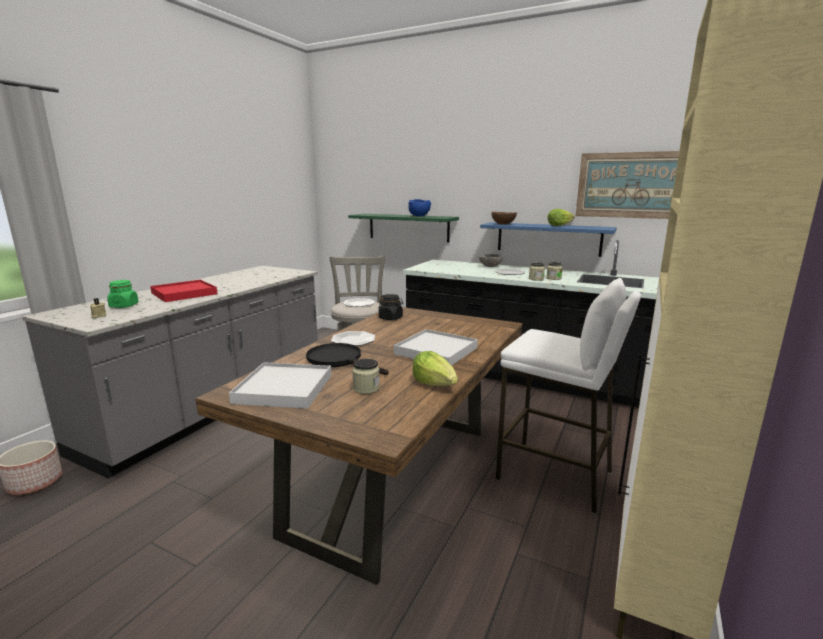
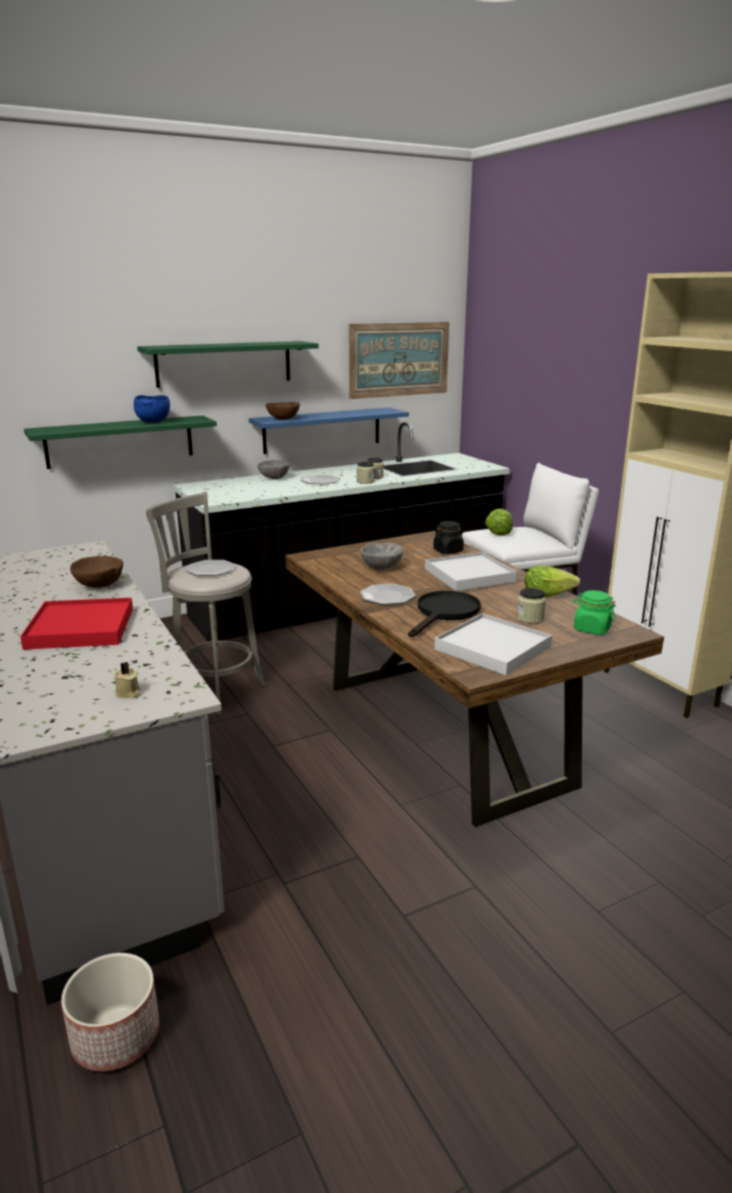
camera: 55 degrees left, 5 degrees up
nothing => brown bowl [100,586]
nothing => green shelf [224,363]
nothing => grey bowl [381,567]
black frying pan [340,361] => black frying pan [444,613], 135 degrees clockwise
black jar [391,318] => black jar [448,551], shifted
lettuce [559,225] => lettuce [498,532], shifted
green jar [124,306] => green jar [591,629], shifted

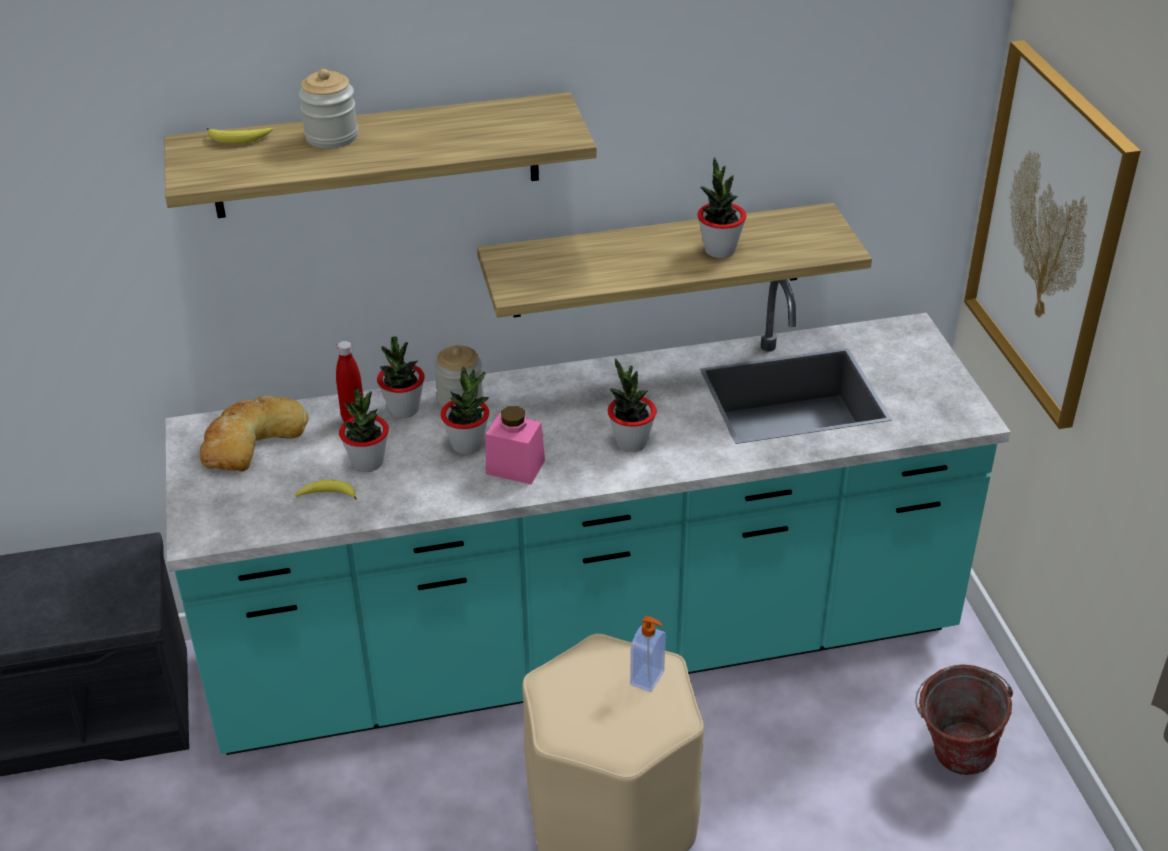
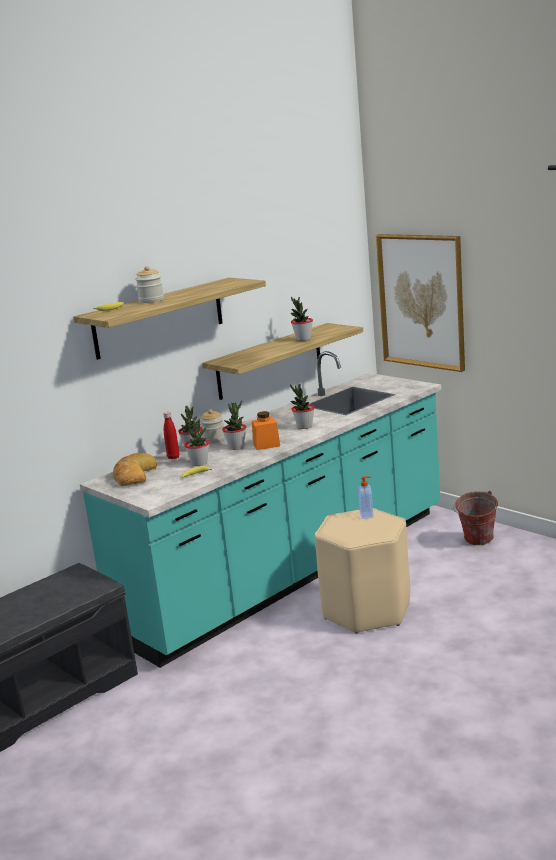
camera: 30 degrees left, 20 degrees down
pink jar [515,467] => orange jar [266,445]

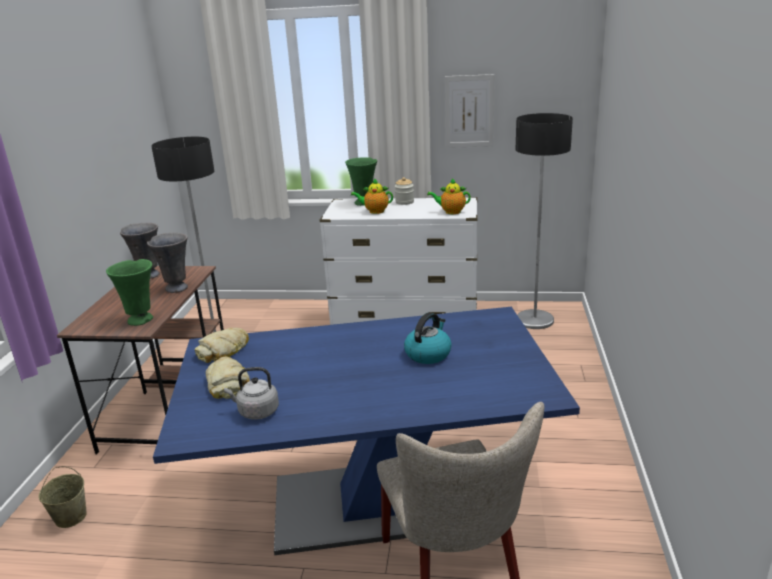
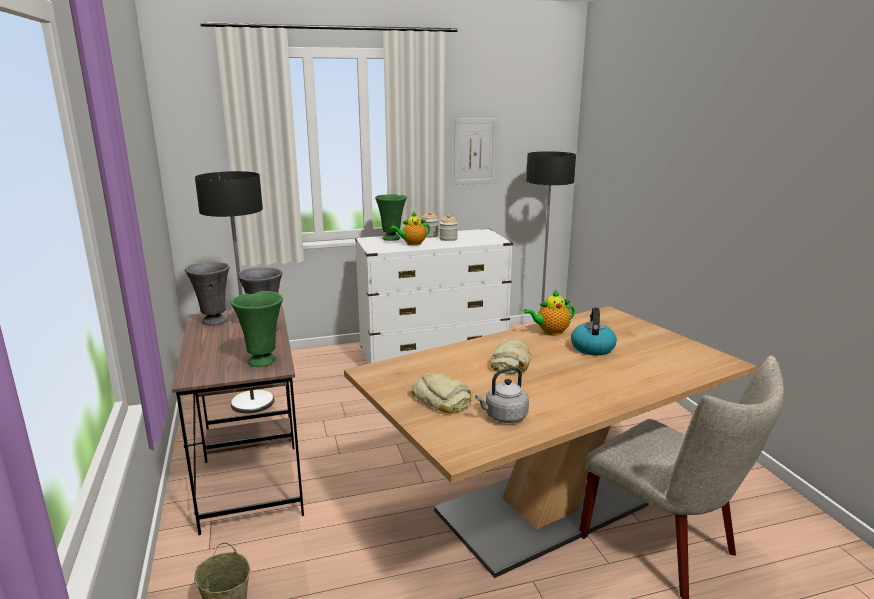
camera: 25 degrees left, 5 degrees down
blue dining table [372,503] => brown dining table [542,508]
nothing => jar [448,239]
bread [224,351] => bread [511,362], shifted
teapot [451,212] => teapot [550,332], shifted

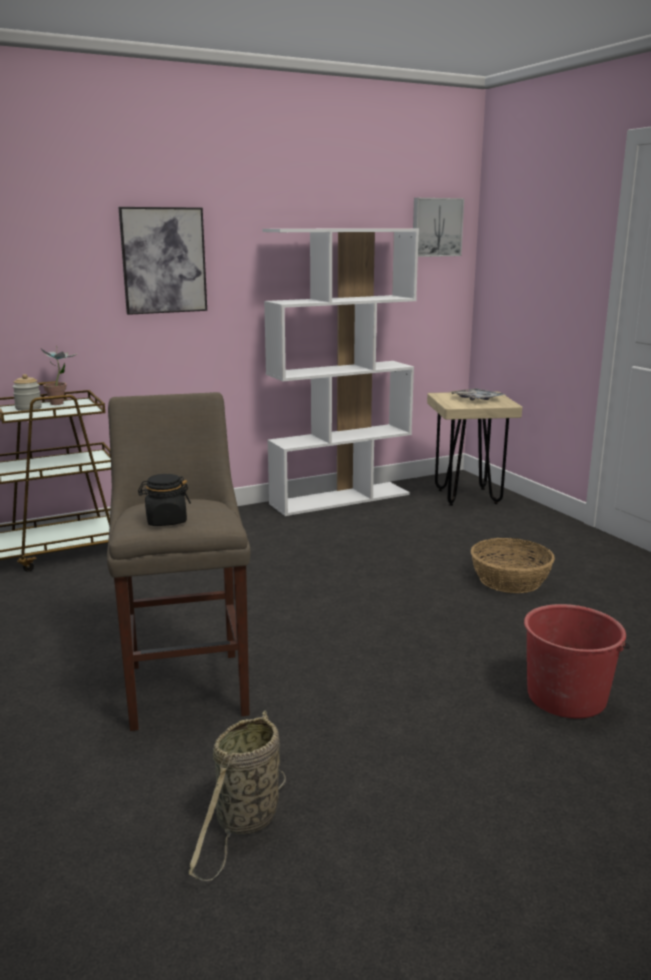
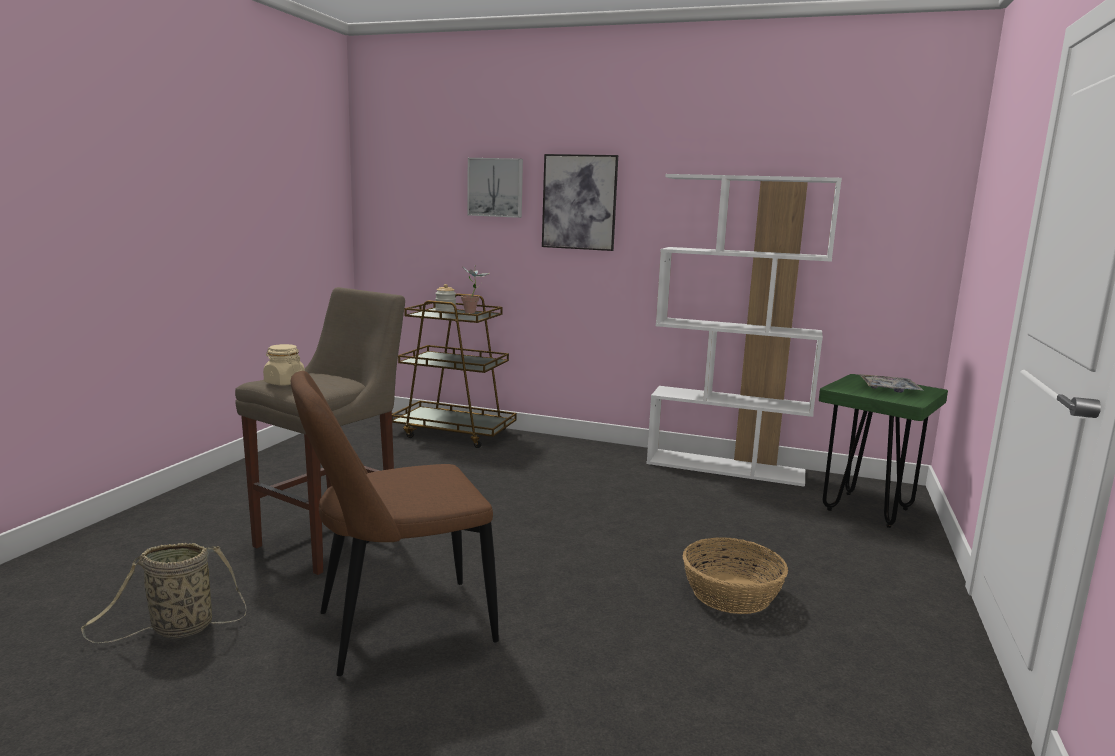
camera: 45 degrees right, 5 degrees down
black jar [166,521] => beige jar [284,383]
nothing => brown chair [396,628]
picture [436,227] => picture [496,187], shifted
beige stool [467,497] => green stool [867,509]
red bucket [566,696] => nothing

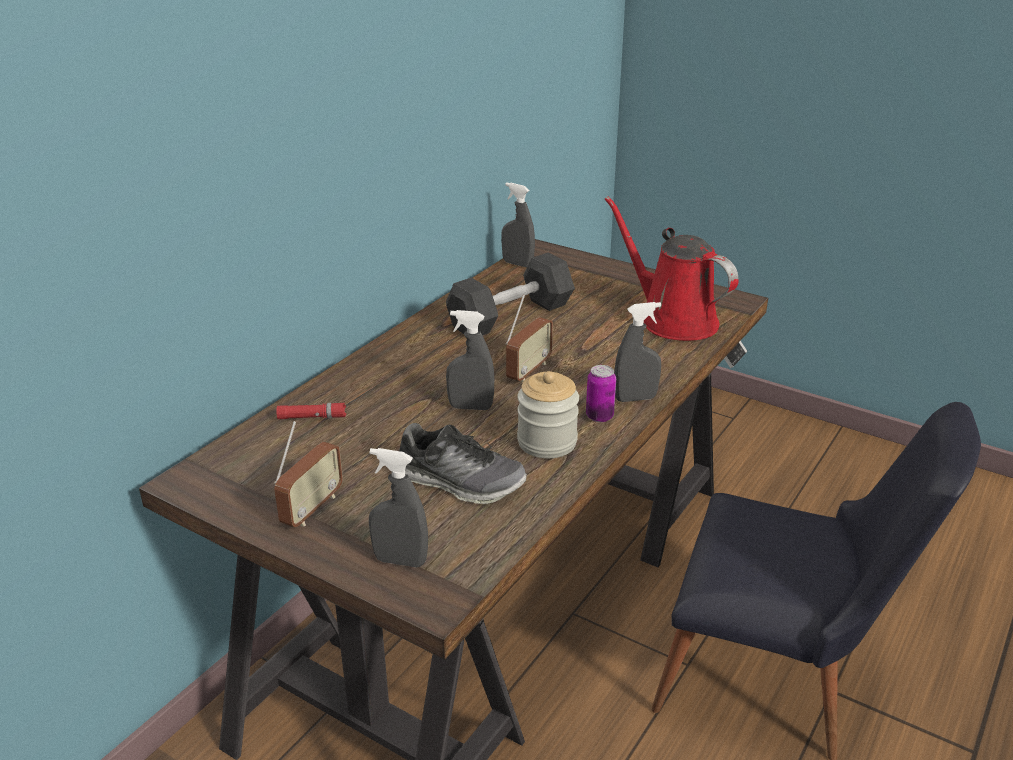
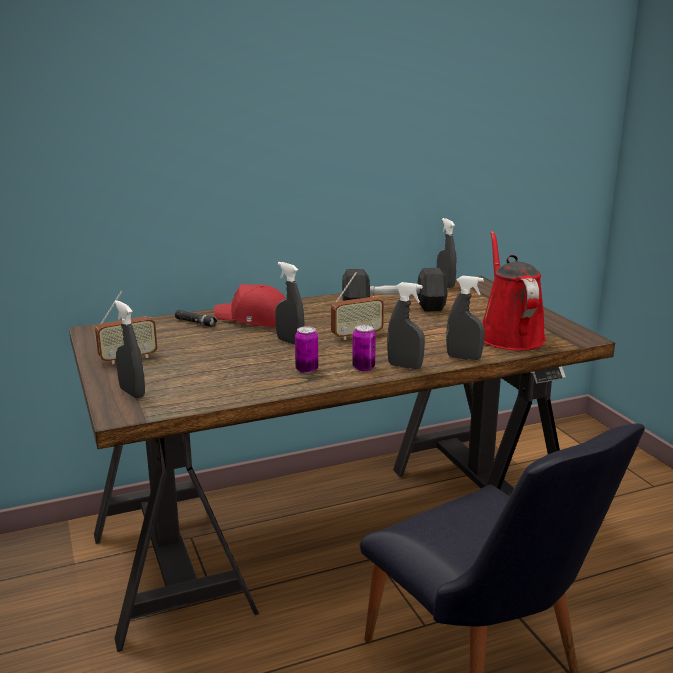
camera: 35 degrees right, 10 degrees down
red flashlight [312,417] => black flashlight [196,322]
nothing => red cap [254,319]
jar [547,442] => can [306,370]
nothing => grey spray bottle [463,358]
shoe [459,482] => nothing

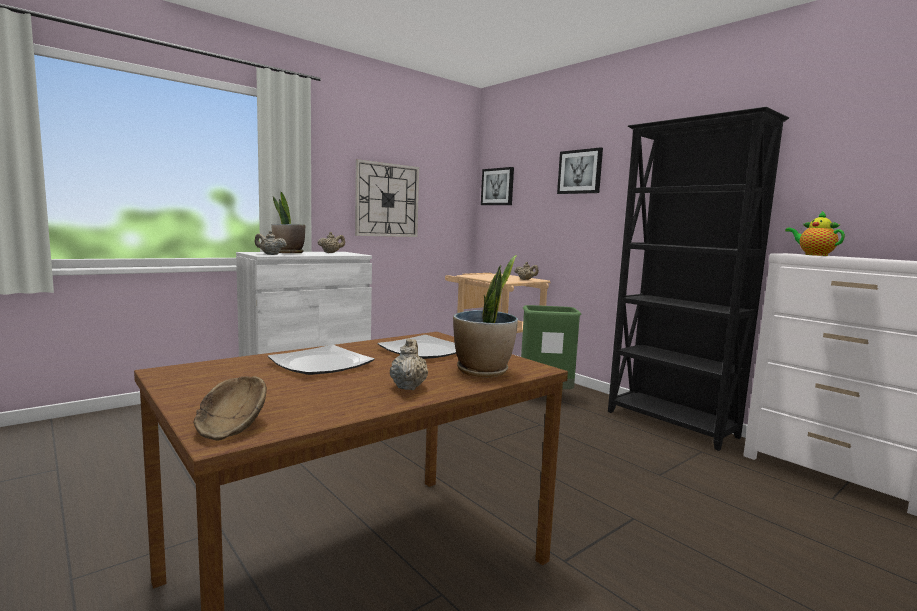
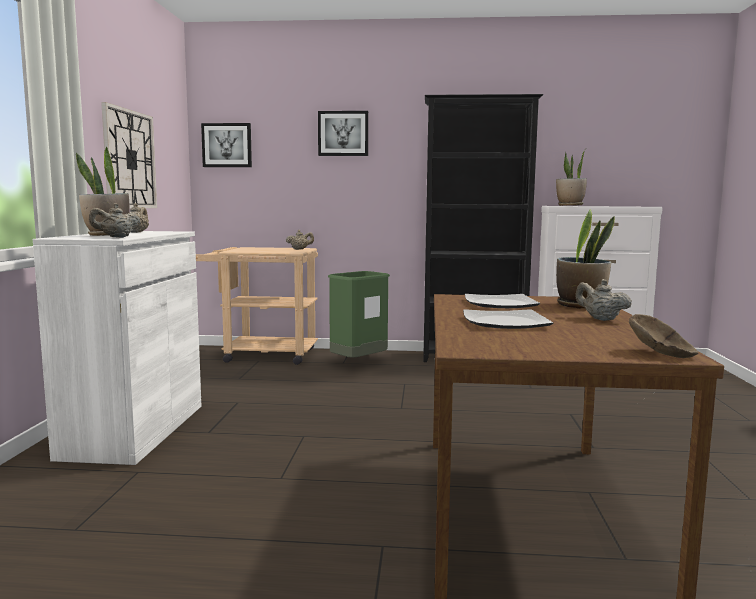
camera: 45 degrees left, 0 degrees up
teapot [813,255] => potted plant [570,205]

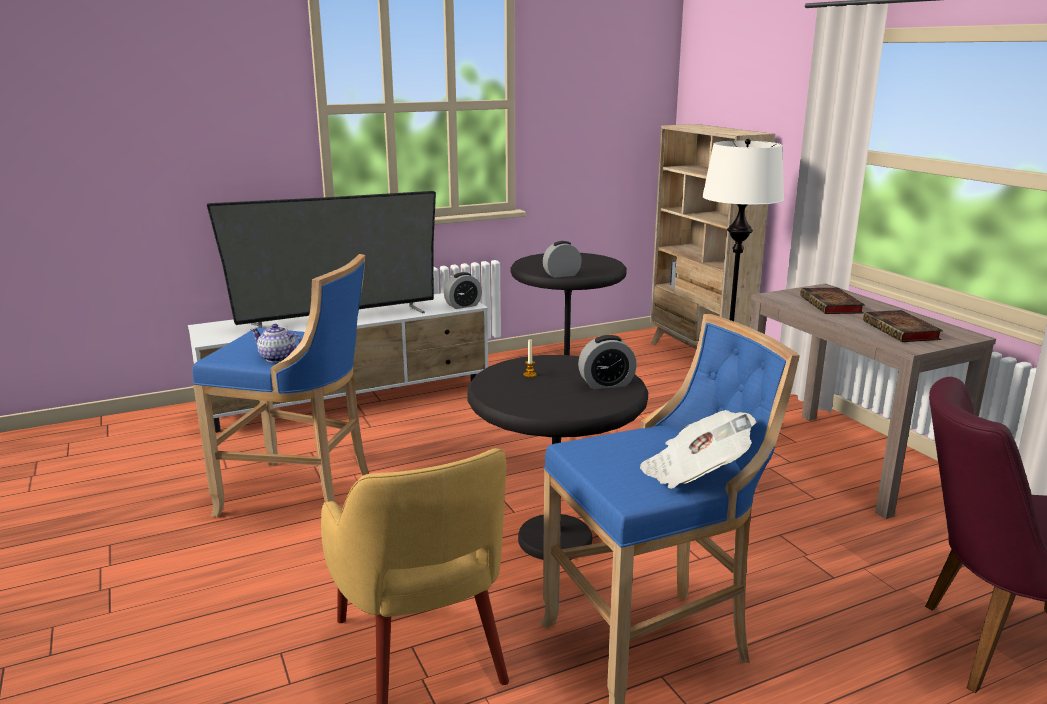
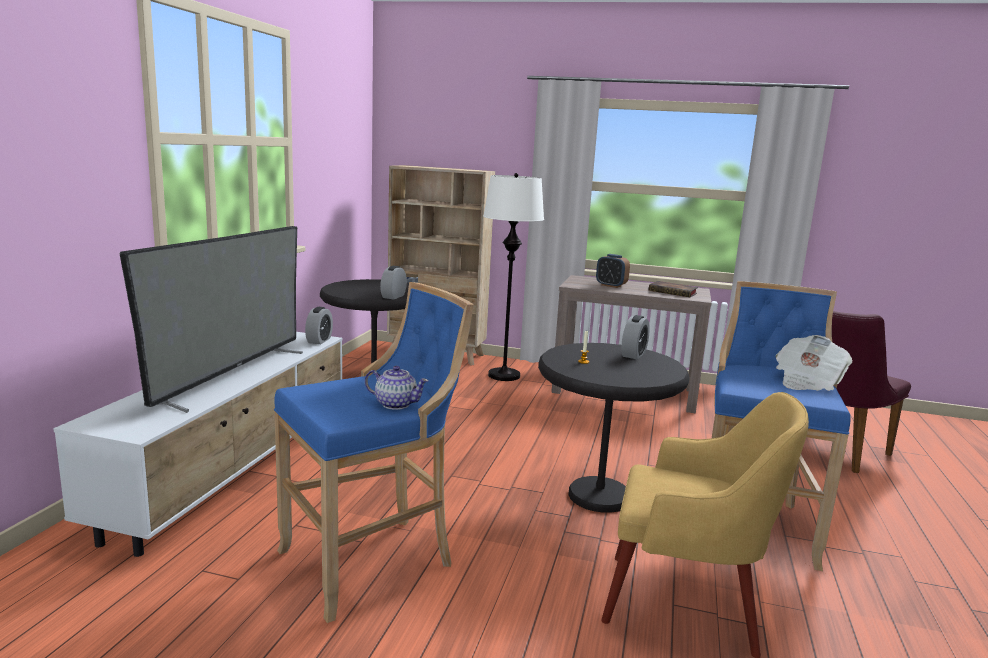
camera: 50 degrees left, 5 degrees down
teapot [278,358] => teapot [395,404], 135 degrees counterclockwise
book [832,305] => alarm clock [611,285]

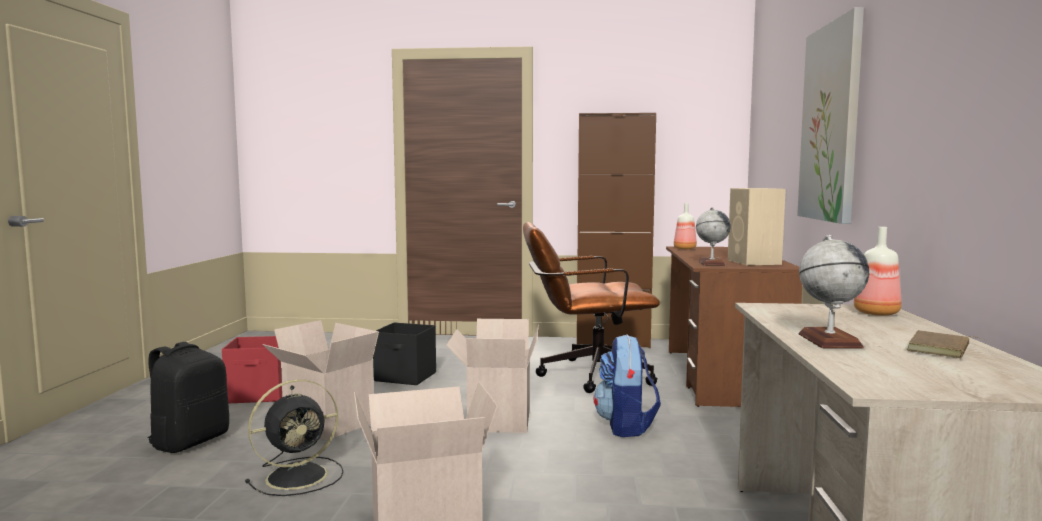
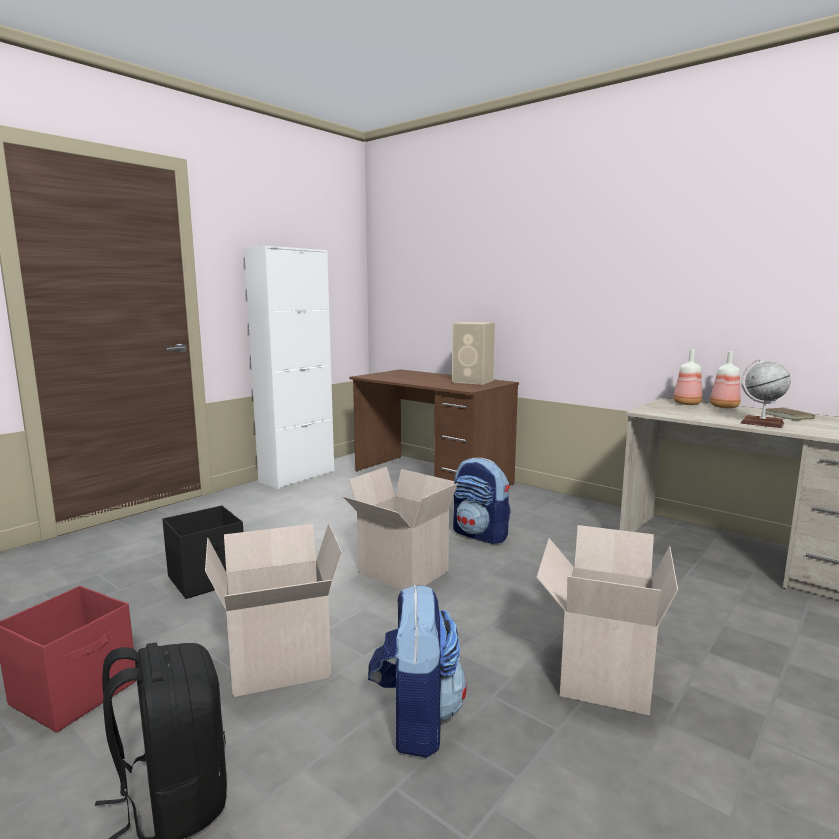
camera: 55 degrees left, 5 degrees up
brown cabinet [612,343] => white cabinet [297,477]
black fan [300,476] => backpack [415,720]
bottle [684,248] => bottle [723,407], shifted
brown office chair [585,375] => nothing
globe [711,263] => nothing
picture [831,123] => nothing

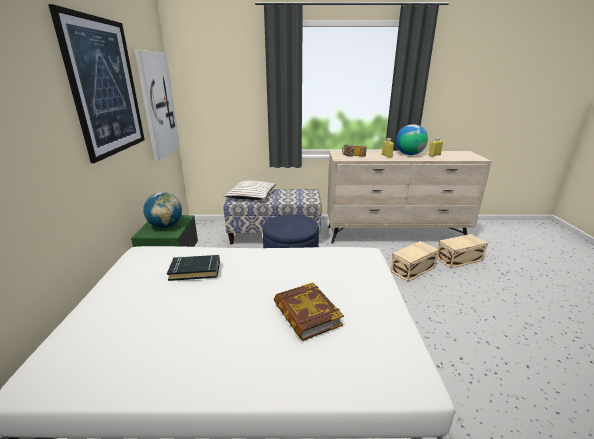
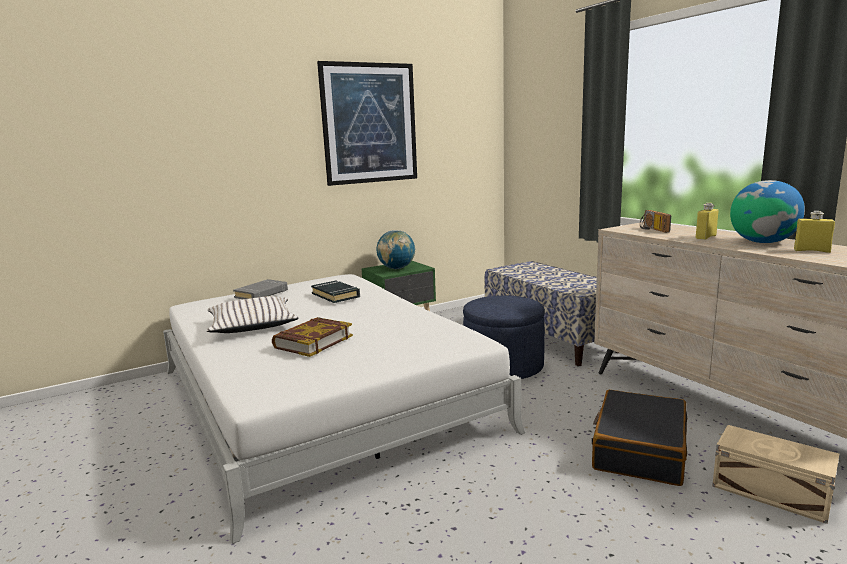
camera: 60 degrees right, 10 degrees down
white pillow [251,195] => white pillow [252,325], shifted
nothing => grey book [262,294]
beige storage box [413,269] => black suitcase [638,450]
picture [157,105] => nothing

